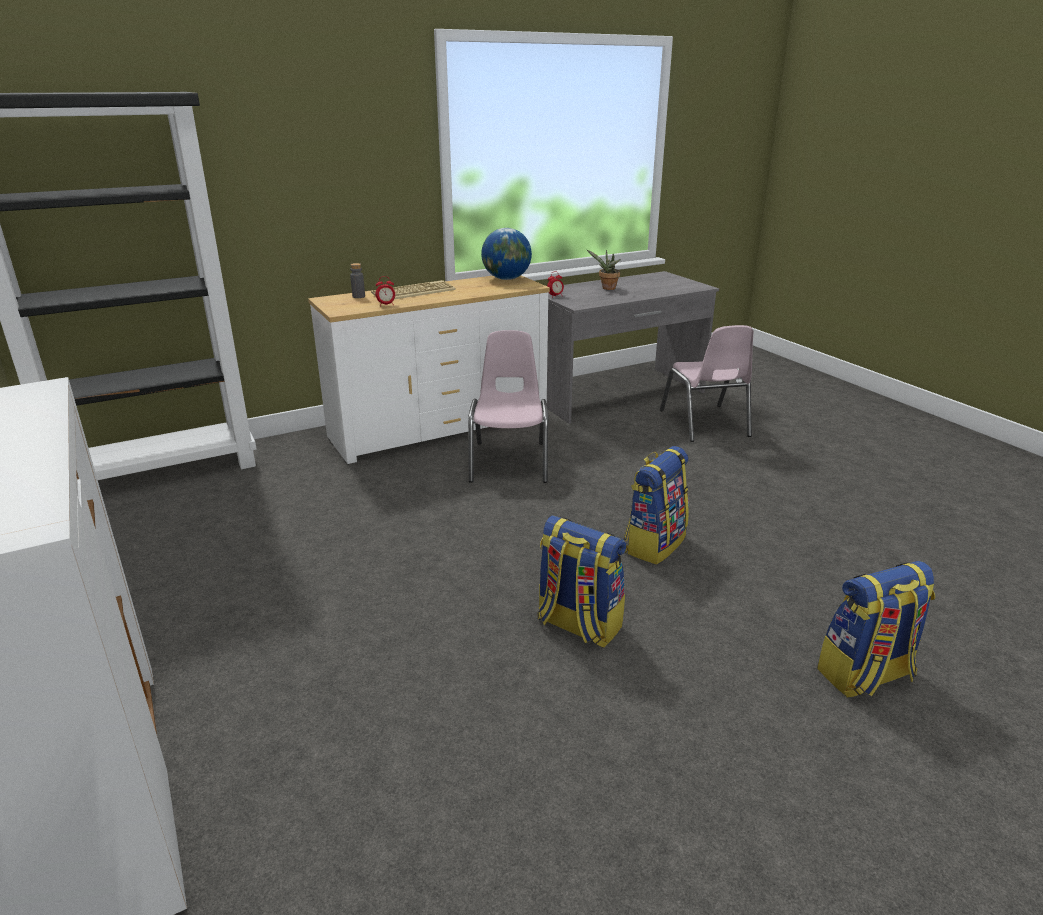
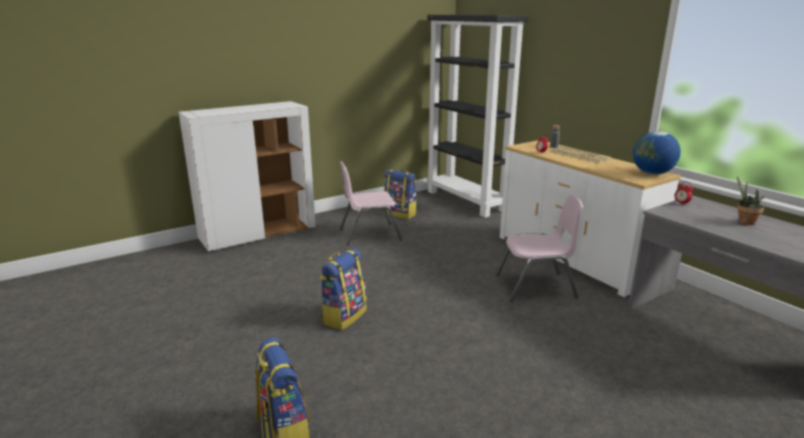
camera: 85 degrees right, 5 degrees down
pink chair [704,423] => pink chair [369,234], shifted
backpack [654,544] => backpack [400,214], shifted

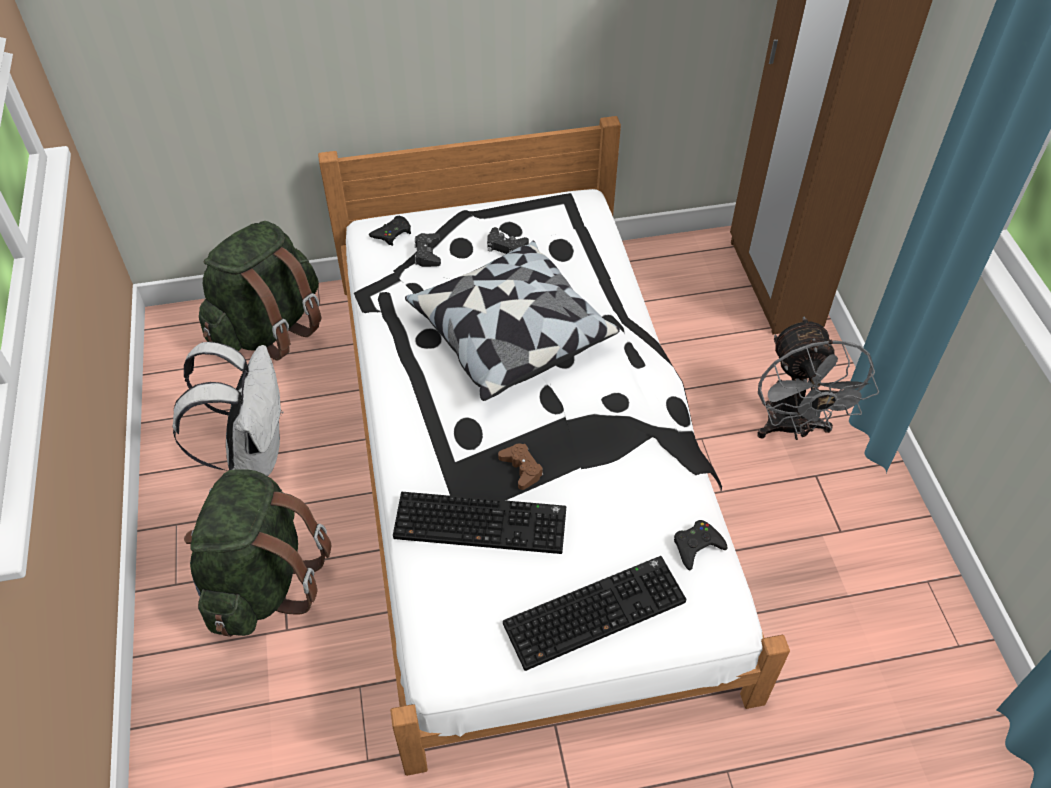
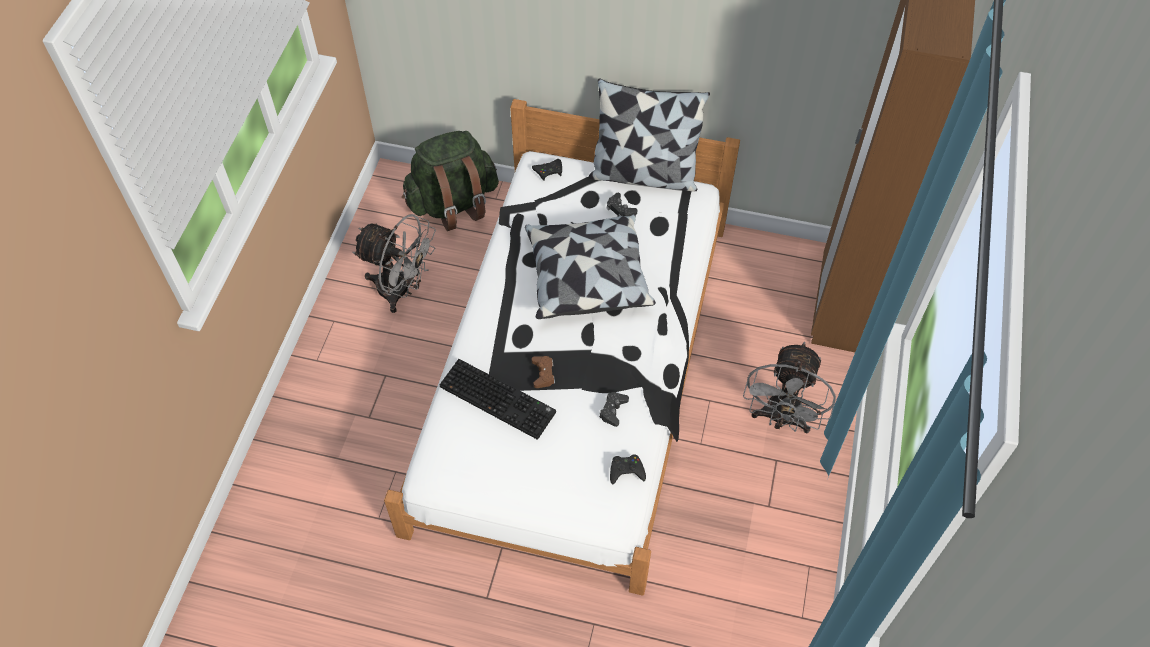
camera: 25 degrees right, 5 degrees up
white backpack [252,452] => grey fan [402,290]
nothing => pillow [644,174]
black game controller [427,254] => black game controller [613,410], shifted
green backpack [262,581] => nothing
keyboard [595,610] => nothing

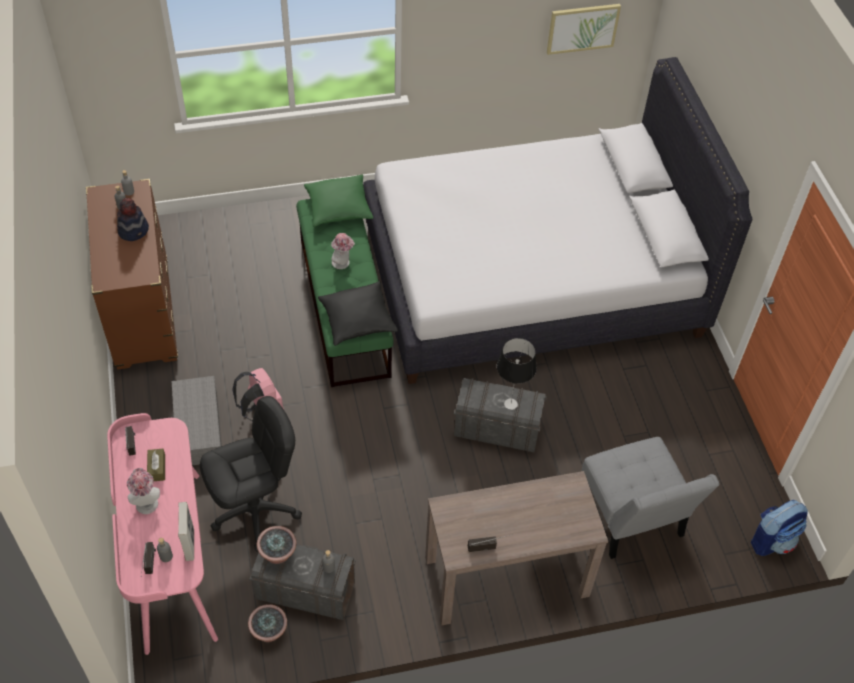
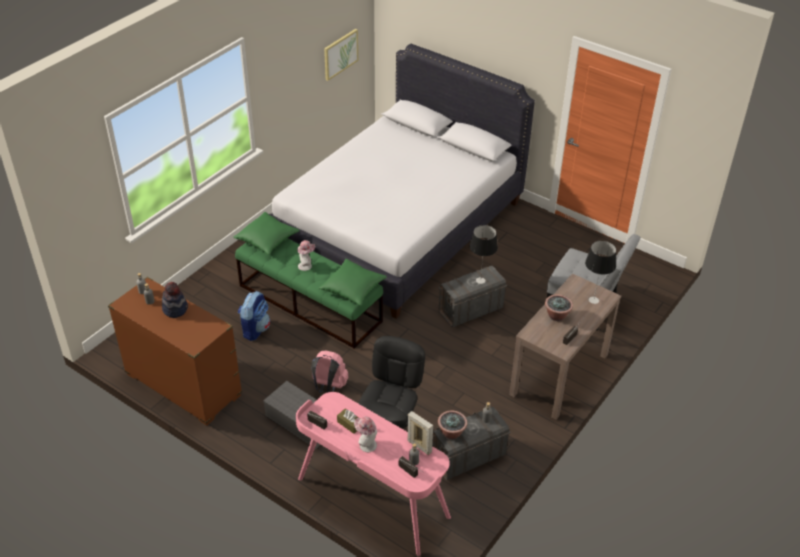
camera: 40 degrees left, 10 degrees down
backpack [772,540] => backpack [255,329], shifted
black pillow [357,320] => green pillow [353,288]
potted plant [269,632] => potted plant [556,316], shifted
nothing => table lamp [593,300]

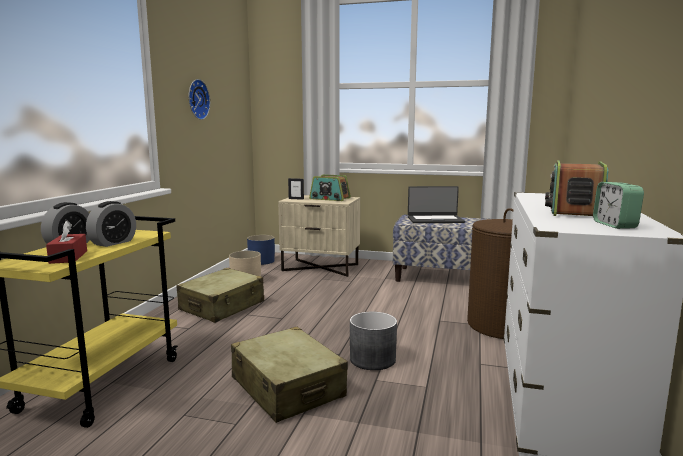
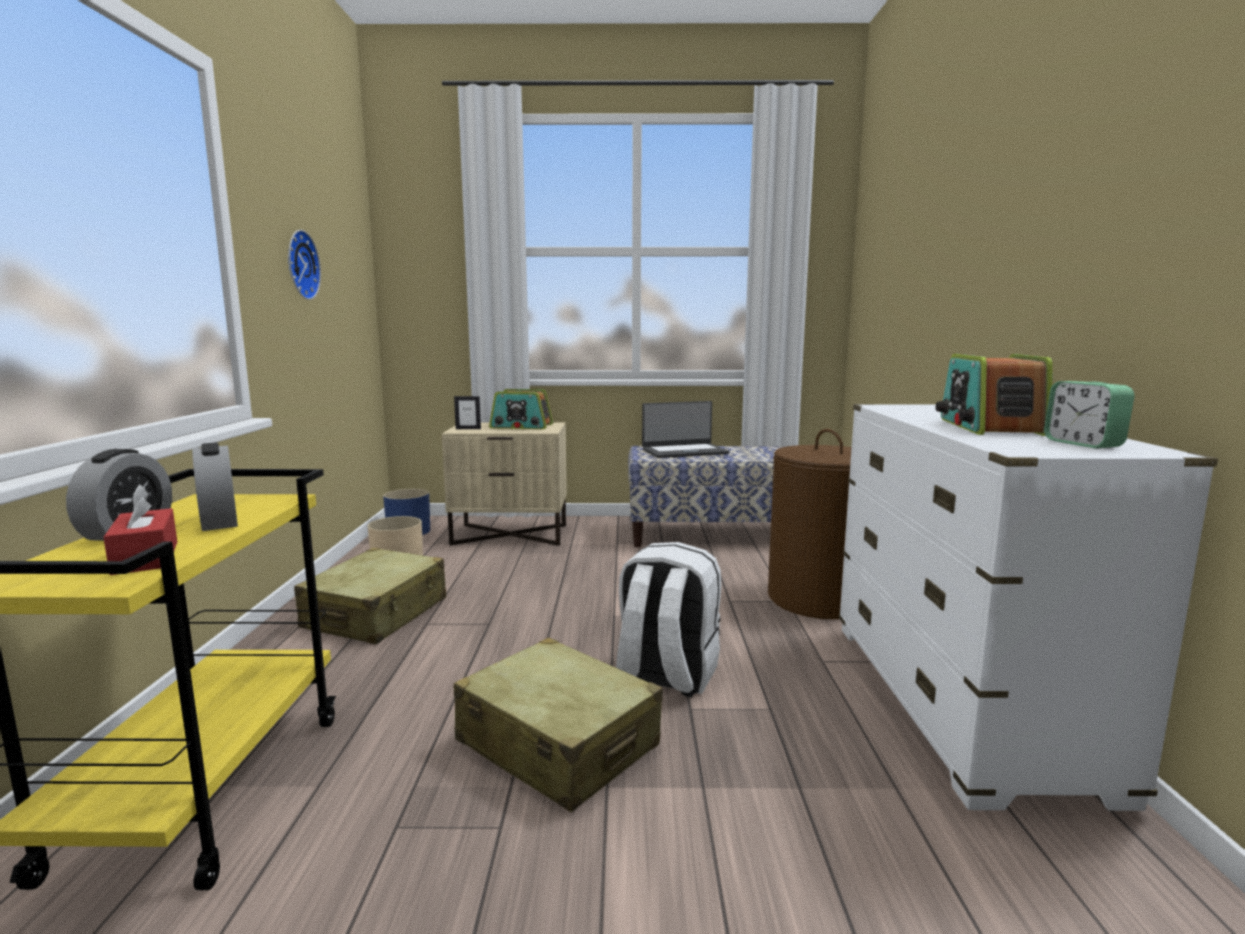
camera: 15 degrees left, 0 degrees up
alarm clock [113,243] => alarm clock [219,522], 45 degrees counterclockwise
grey planter [372,359] => white backpack [666,675]

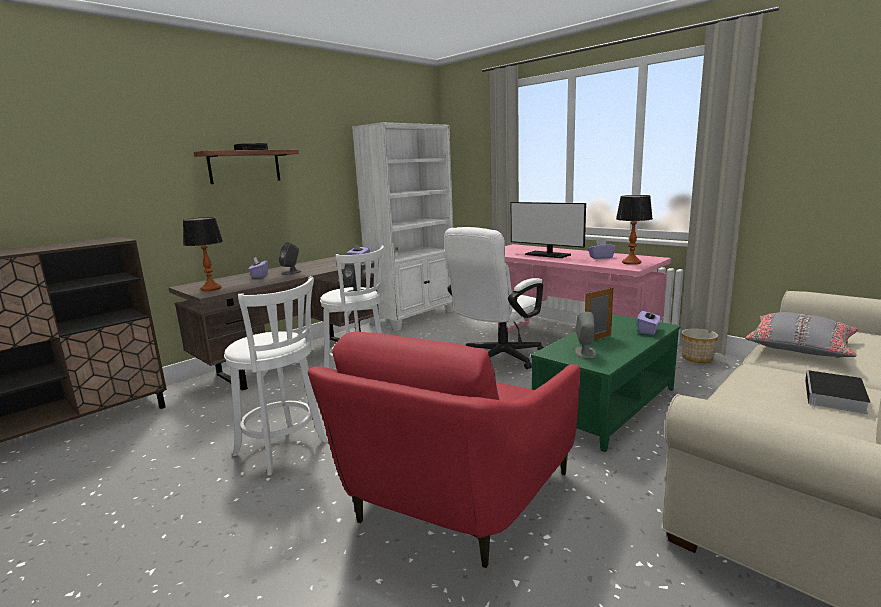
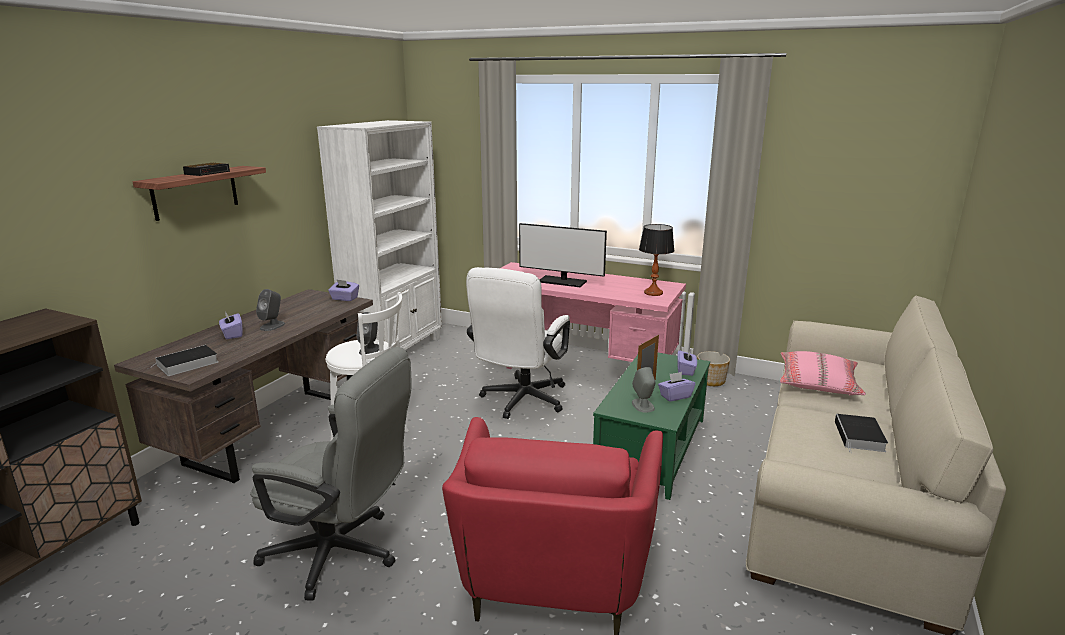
camera: 20 degrees left, 5 degrees up
table lamp [211,289] => book [186,364]
white stool [284,450] => grey office chair [342,554]
purple tissue box [601,257] => purple tissue box [675,396], shifted
grey pillow [800,347] => pink pillow [818,383]

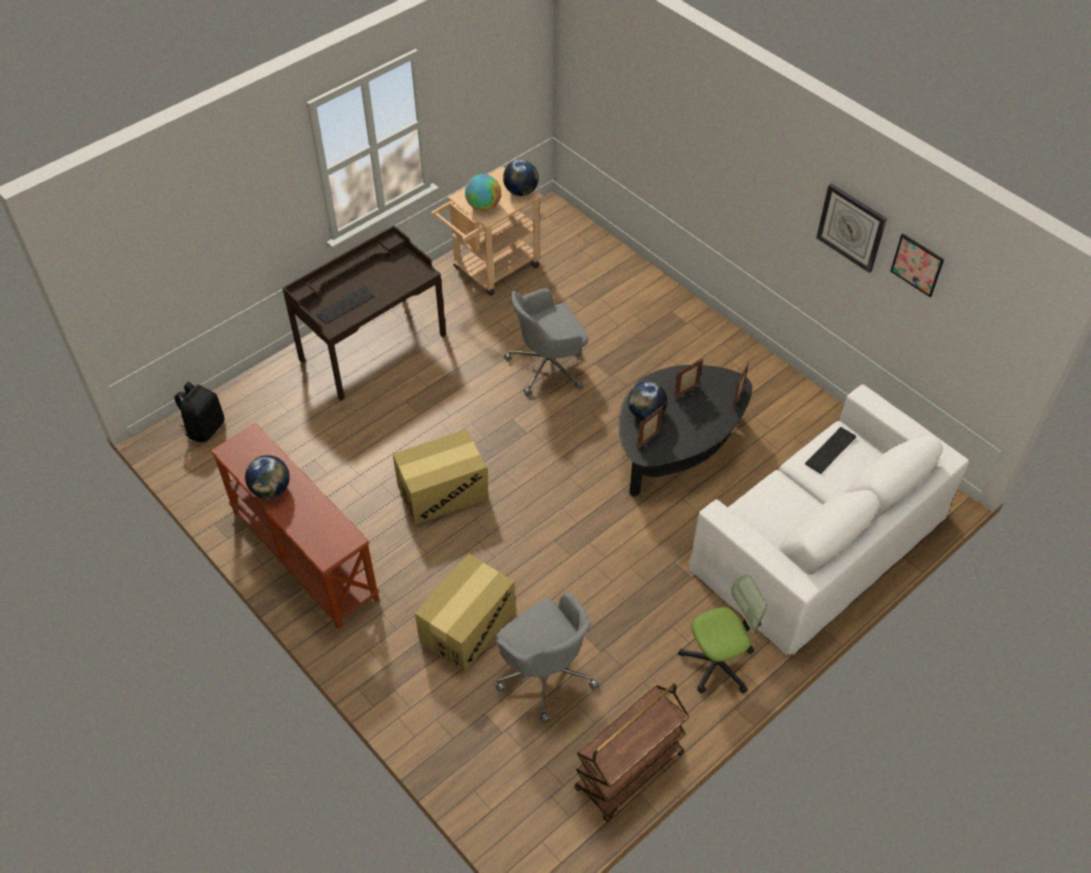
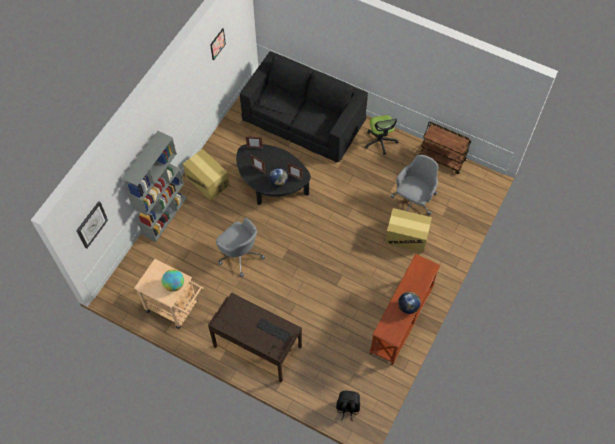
camera: 110 degrees left, 10 degrees up
wall clock [851,227] => wall clock [91,224], shifted
nothing => grey bookcase [164,215]
cardboard box [443,492] => cardboard box [207,181], shifted
white sofa [819,541] => black sofa [304,118]
office chair [717,663] => office chair [380,141], 150 degrees counterclockwise
globe [521,191] => nothing

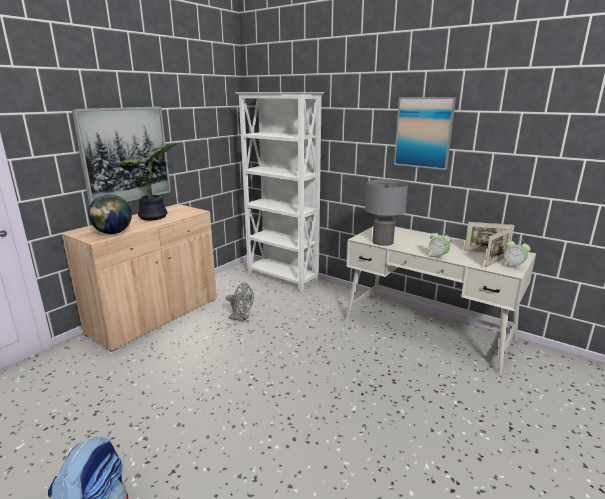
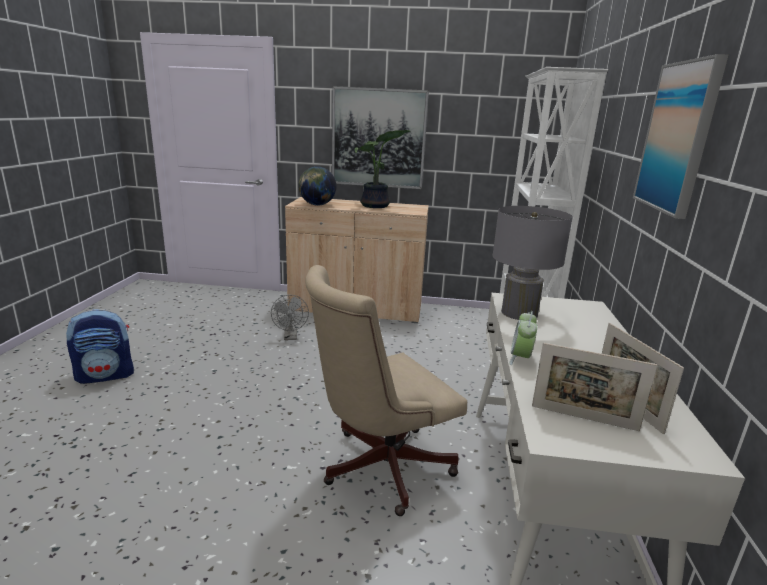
camera: 60 degrees right, 0 degrees up
grey fan [241,318] => grey fan [291,337], shifted
nothing => beige office chair [379,467]
alarm clock [513,266] => nothing

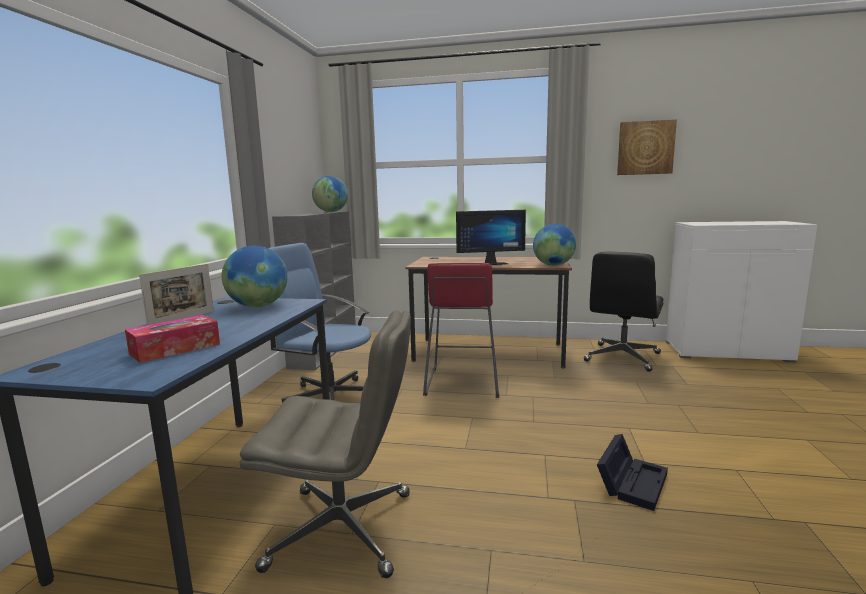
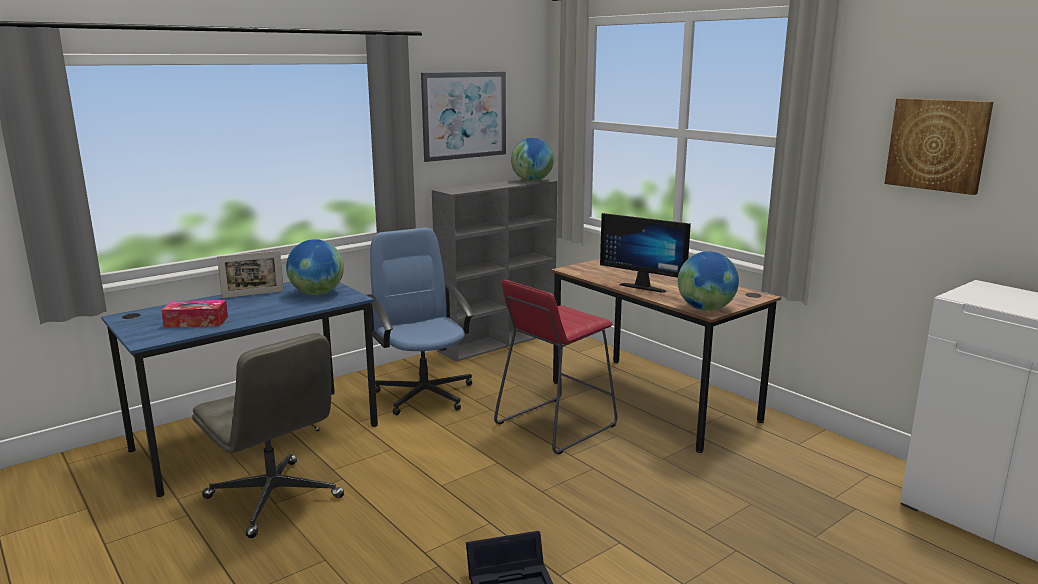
camera: 40 degrees right, 5 degrees up
nothing => picture [464,115]
black office chair [622,357] => nothing

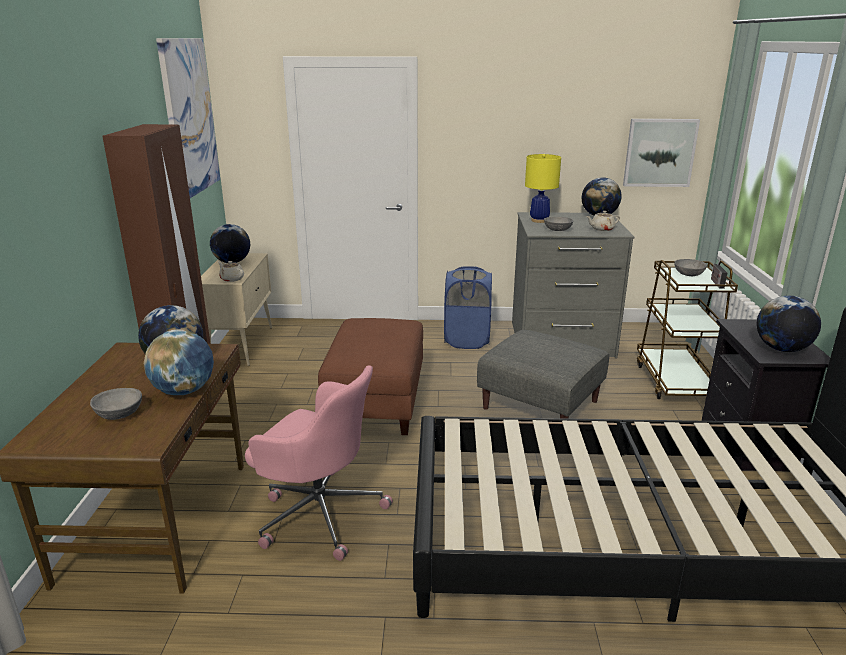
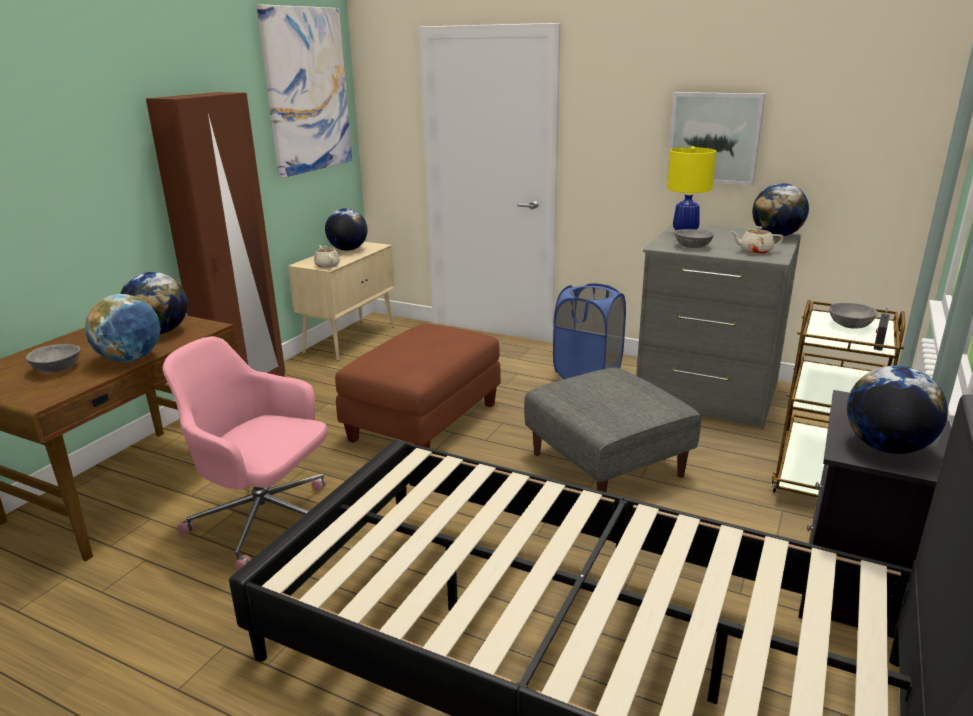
camera: 25 degrees right, 0 degrees up
pink office chair [319,512] => pink office chair [265,520], 150 degrees clockwise
picture [659,152] => picture [714,138], shifted

